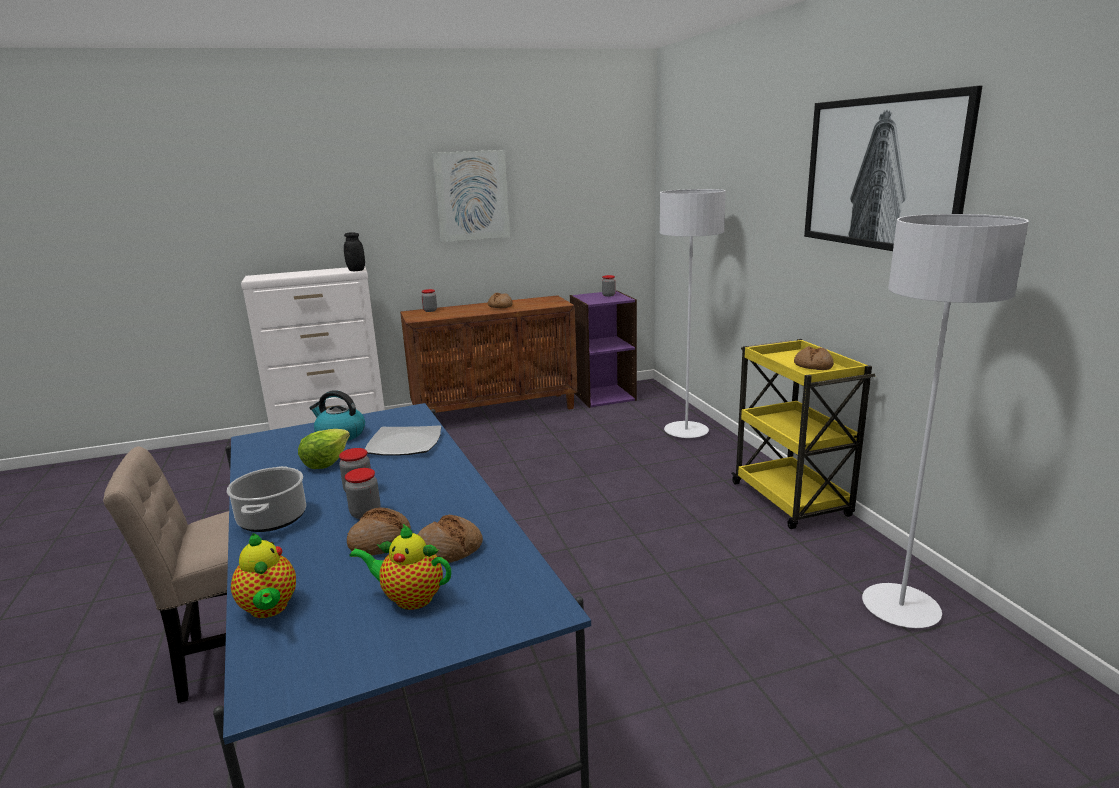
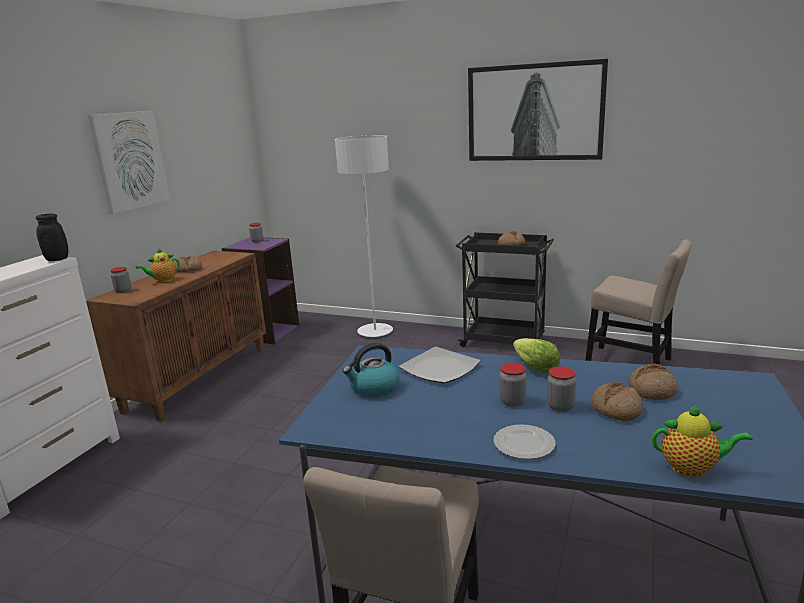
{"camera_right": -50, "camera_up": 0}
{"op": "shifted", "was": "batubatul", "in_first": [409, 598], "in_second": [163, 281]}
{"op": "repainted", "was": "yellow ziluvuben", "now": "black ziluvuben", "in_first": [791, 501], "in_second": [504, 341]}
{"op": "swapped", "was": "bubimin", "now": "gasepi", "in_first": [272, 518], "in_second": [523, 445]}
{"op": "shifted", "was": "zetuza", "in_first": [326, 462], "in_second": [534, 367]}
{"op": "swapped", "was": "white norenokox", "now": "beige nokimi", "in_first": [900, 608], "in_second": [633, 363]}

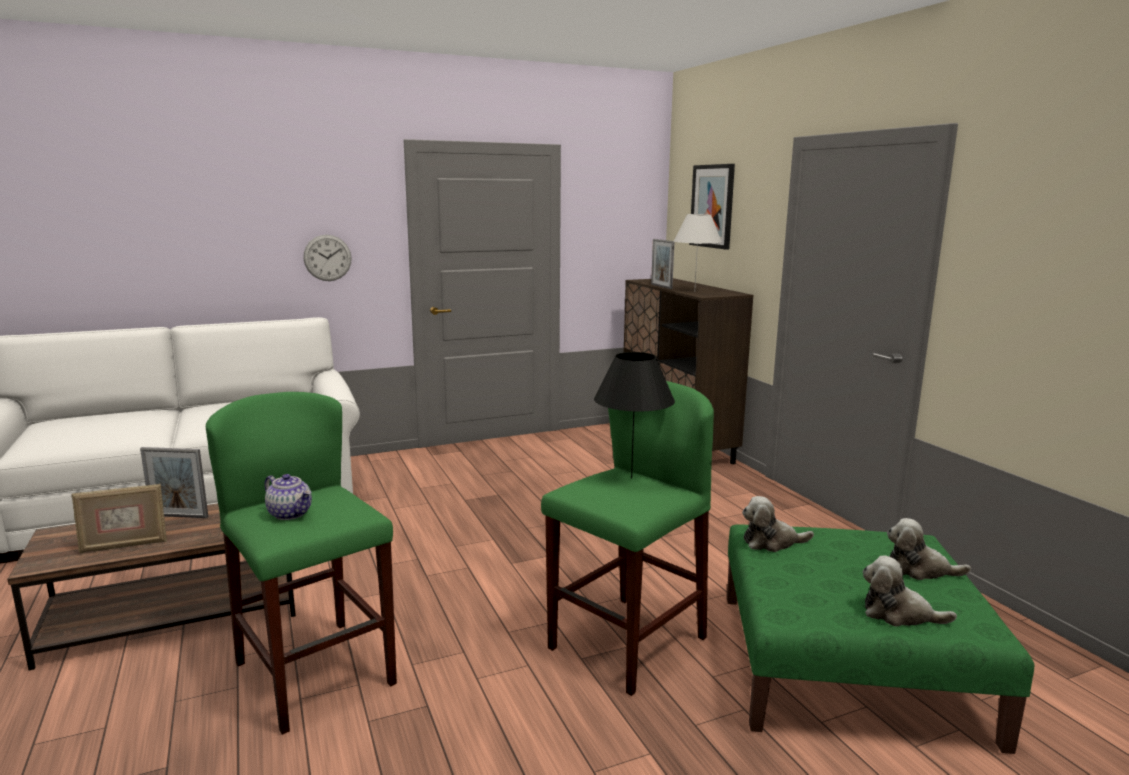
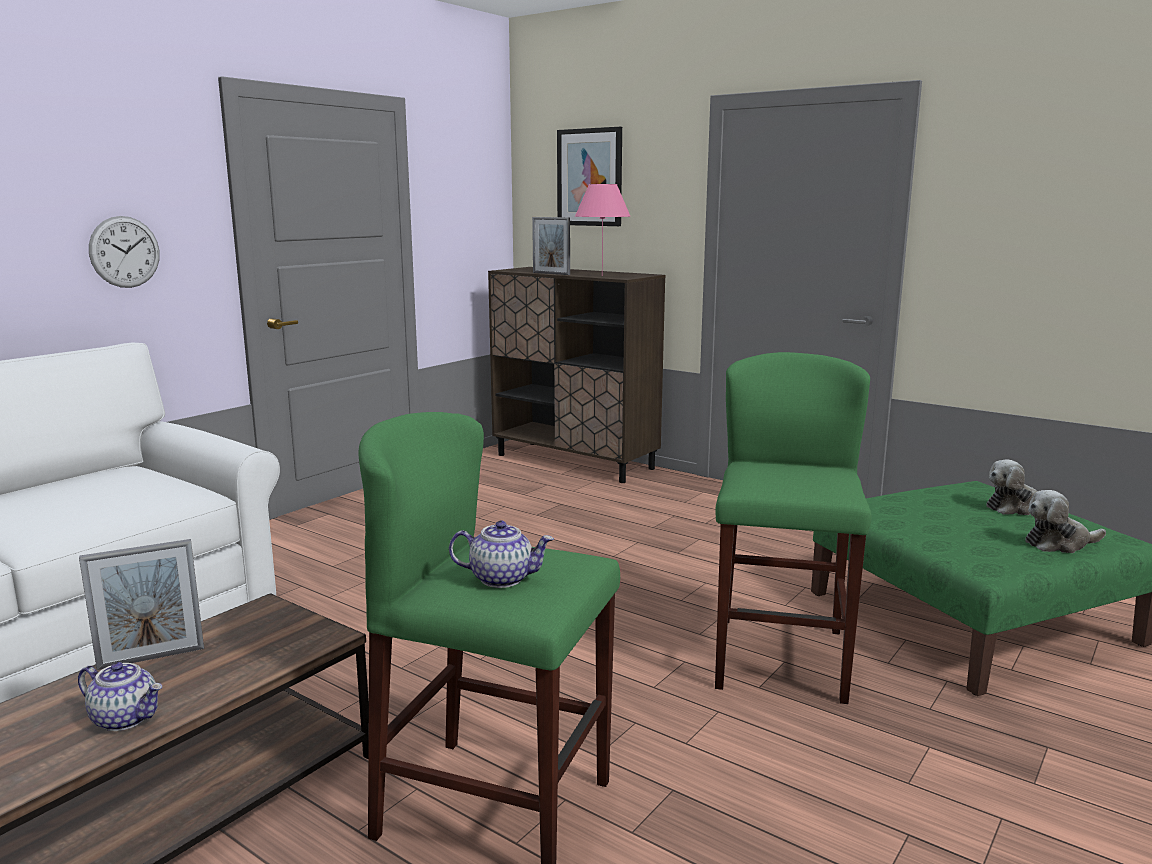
{"camera_right": -30, "camera_up": 0}
{"op": "swapped", "was": "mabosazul", "now": "batubatul", "in_first": [124, 545], "in_second": [126, 718]}
{"op": "repainted", "was": "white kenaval", "now": "pink kenaval", "in_first": [694, 292], "in_second": [602, 275]}
{"op": "gone", "was": "black kenaval", "in_first": [631, 478]}
{"op": "gone", "was": "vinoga", "in_first": [771, 542]}

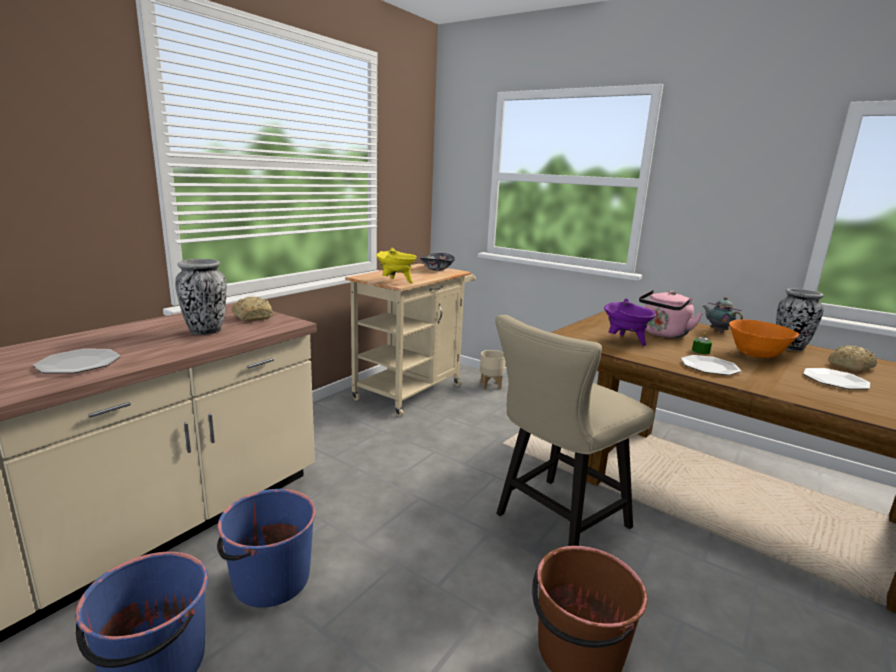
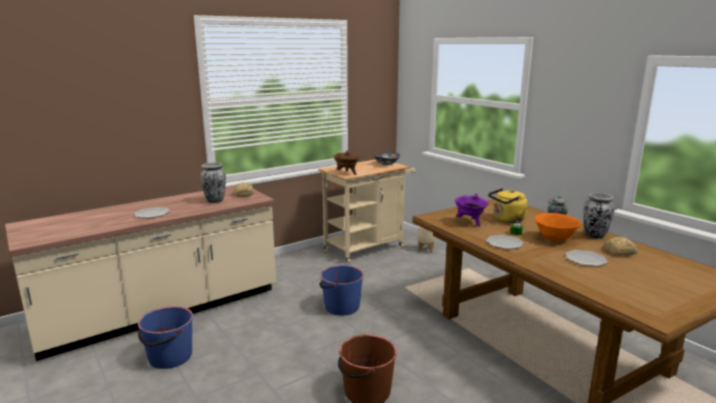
{"camera_right": 20, "camera_up": 0}
{"op": "shifted", "was": "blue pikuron", "in_first": [270, 580], "in_second": [341, 307]}
{"op": "repainted", "was": "yellow bubimin", "now": "brown bubimin", "in_first": [396, 282], "in_second": [347, 173]}
{"op": "repainted", "was": "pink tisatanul", "now": "yellow tisatanul", "in_first": [663, 334], "in_second": [507, 220]}
{"op": "gone", "was": "beige nokimi", "in_first": [555, 523]}

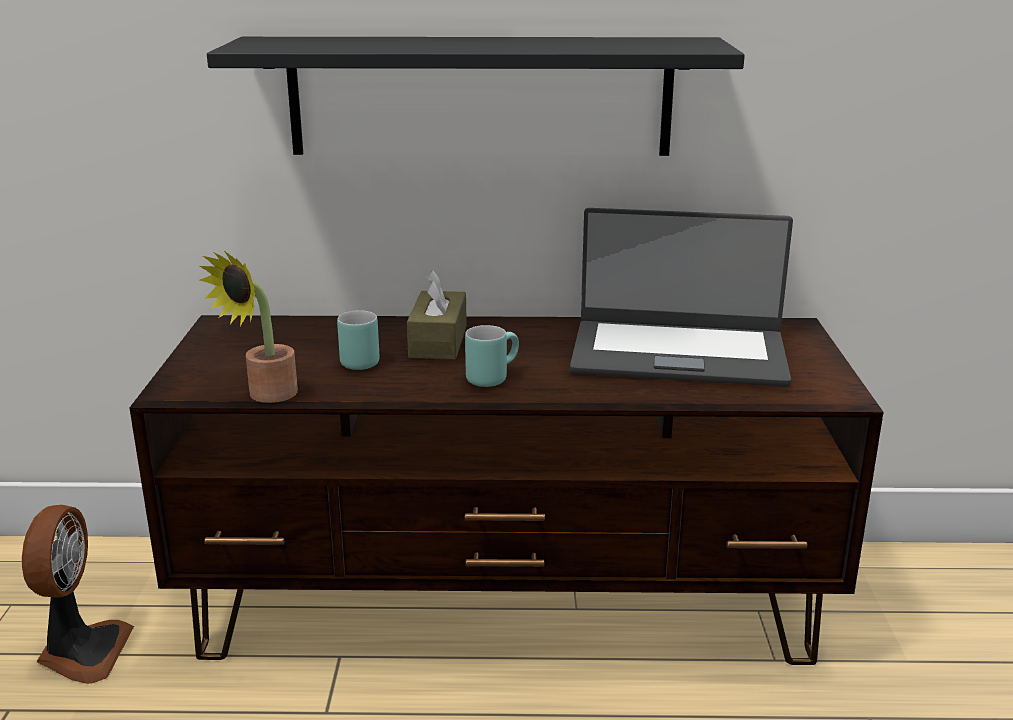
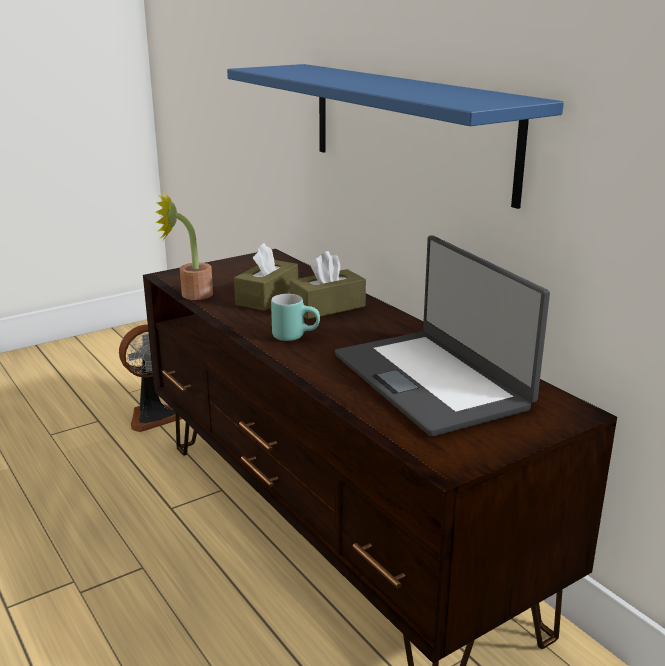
{"camera_right": 55, "camera_up": 0}
{"op": "repainted", "was": "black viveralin", "now": "blue viveralin", "in_first": [480, 96], "in_second": [408, 128]}
{"op": "swapped", "was": "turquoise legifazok", "now": "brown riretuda", "in_first": [356, 360], "in_second": [267, 297]}

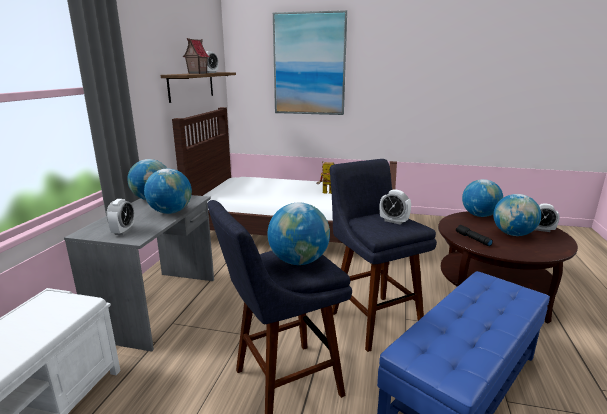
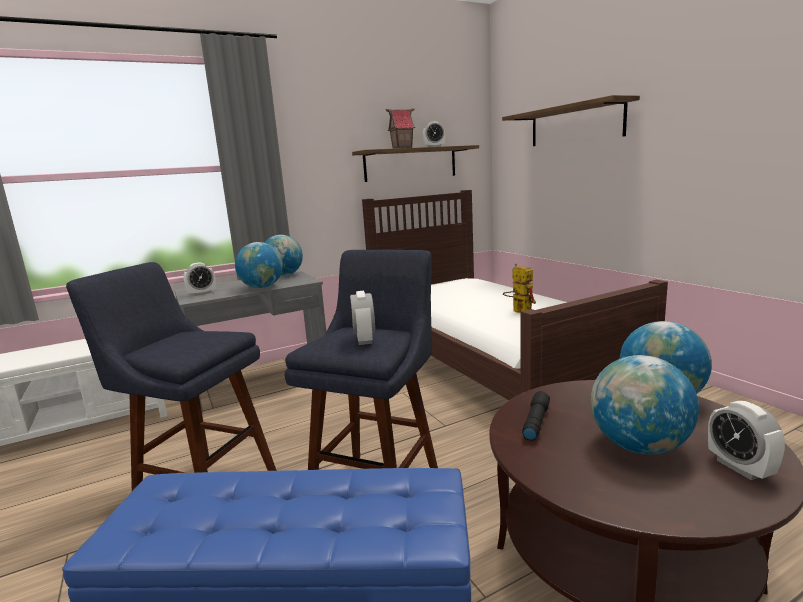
{"camera_right": 50, "camera_up": -5}
{"op": "swapped", "was": "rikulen", "now": "viveralin", "in_first": [309, 64], "in_second": [575, 124]}
{"op": "gone", "was": "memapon", "in_first": [299, 261]}

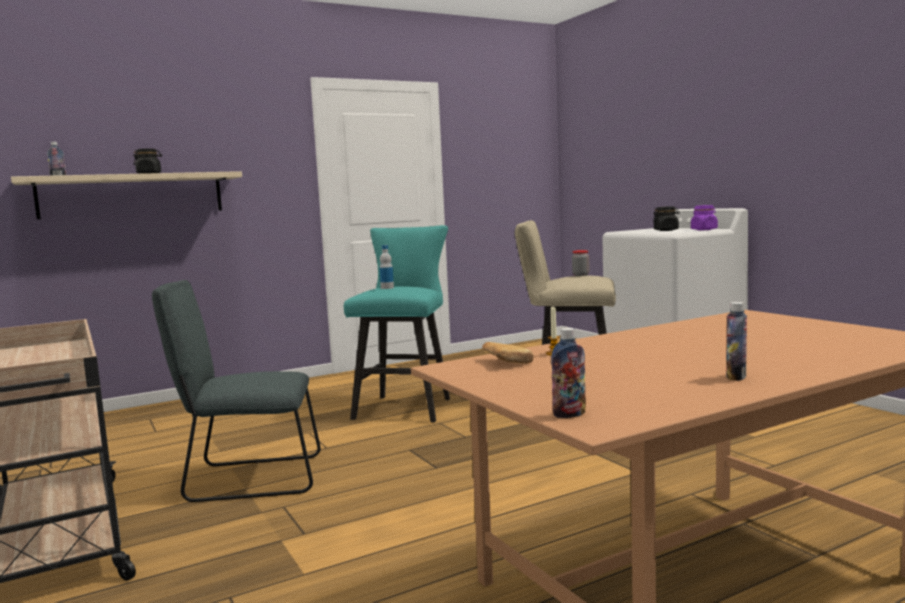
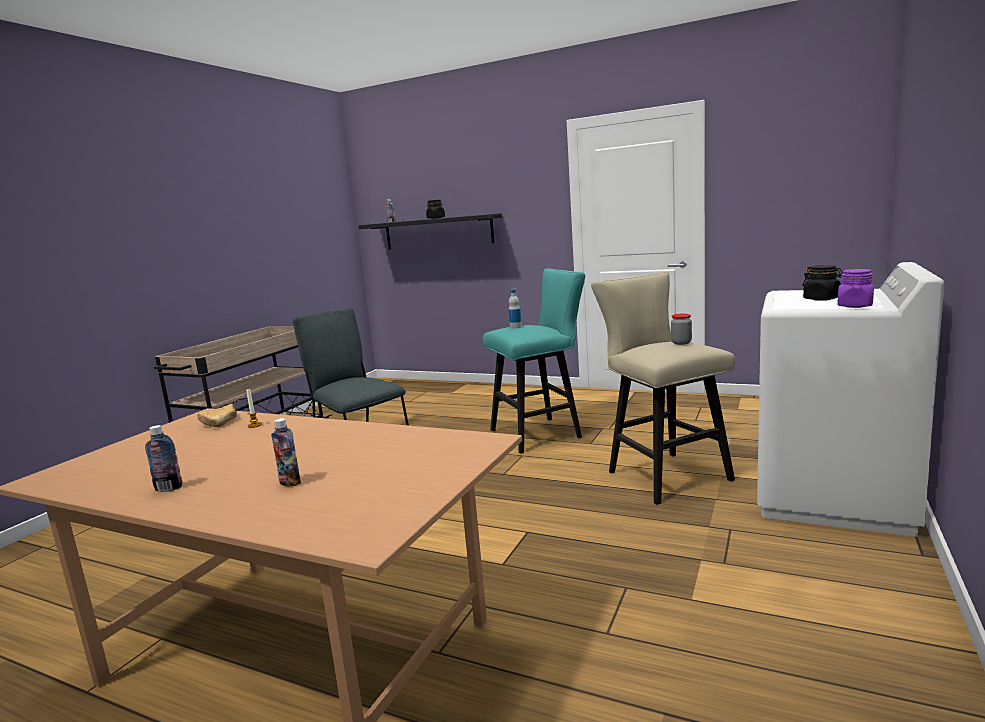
{"camera_right": 55, "camera_up": 5}
{"op": "shifted", "was": "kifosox", "in_first": [569, 414], "in_second": [290, 483]}
{"op": "repainted", "was": "beige viveralin", "now": "black viveralin", "in_first": [132, 195], "in_second": [438, 232]}

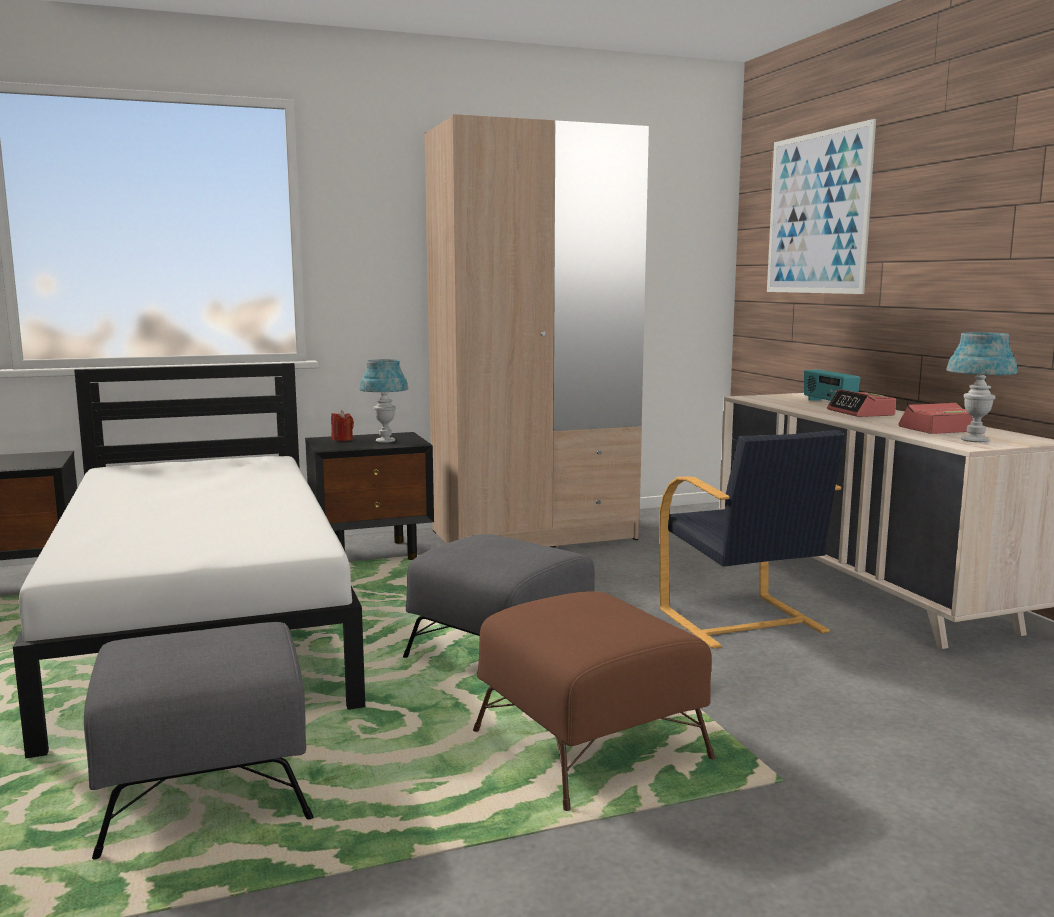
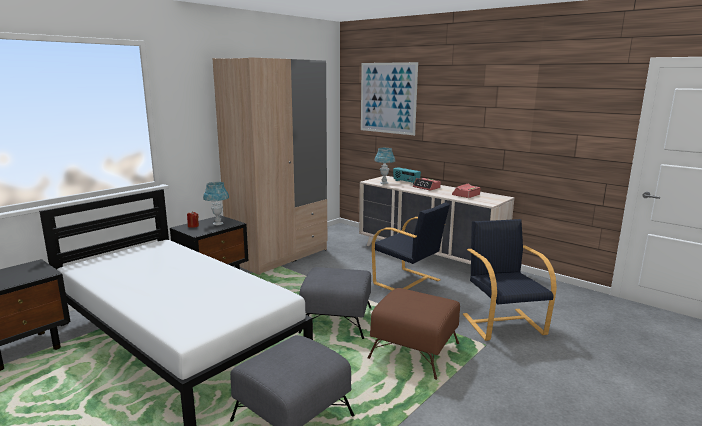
{"camera_right": -30, "camera_up": 5}
{"op": "shifted", "was": "blue kenaval", "in_first": [975, 440], "in_second": [384, 183]}
{"op": "new", "now": "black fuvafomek", "in_second": [503, 324]}

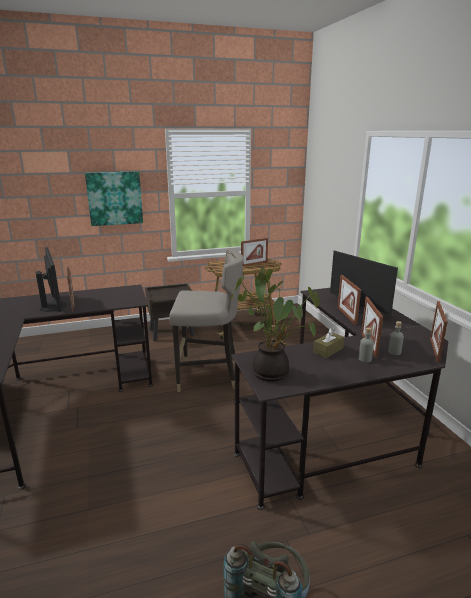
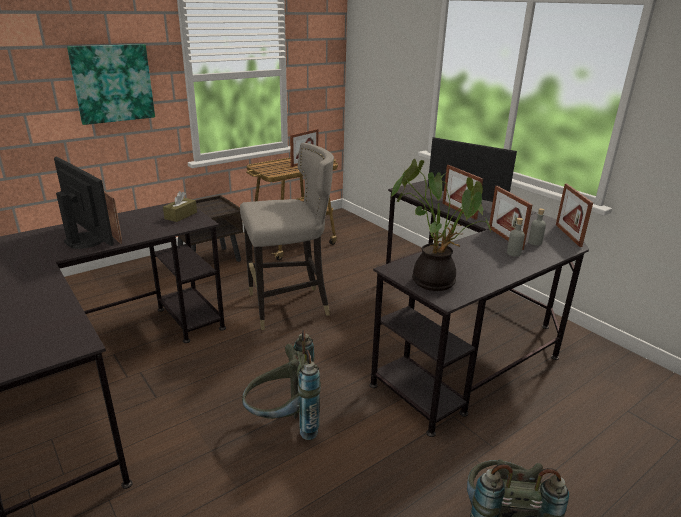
{"camera_right": -20, "camera_up": 5}
{"op": "shifted", "was": "brown riretuda", "in_first": [328, 350], "in_second": [181, 215]}
{"op": "new", "now": "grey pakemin", "in_second": [284, 423]}

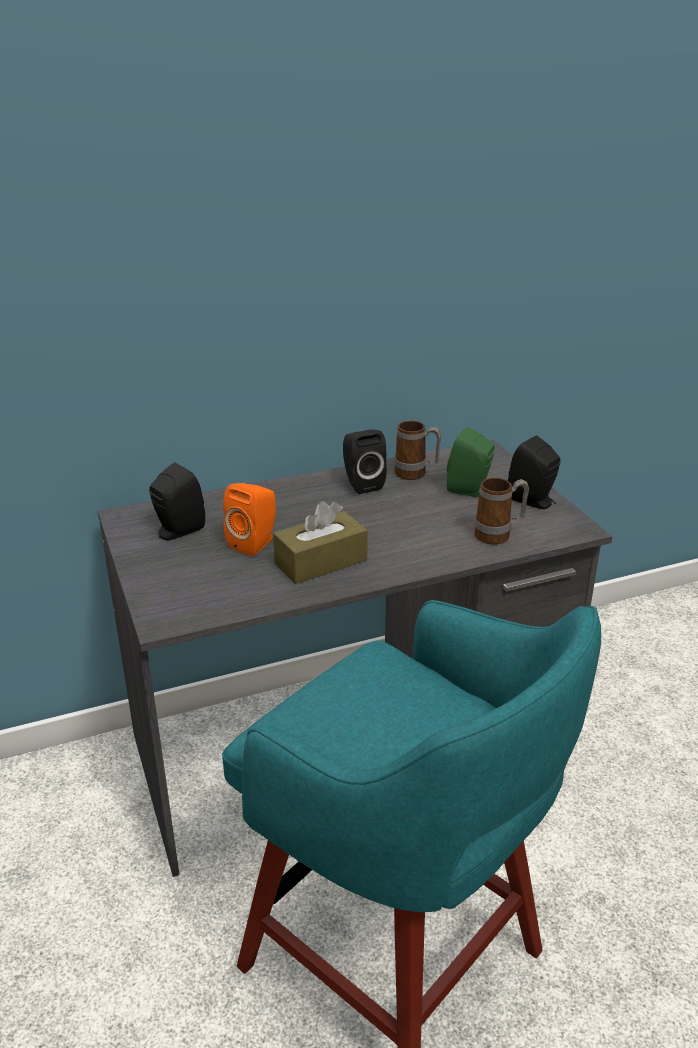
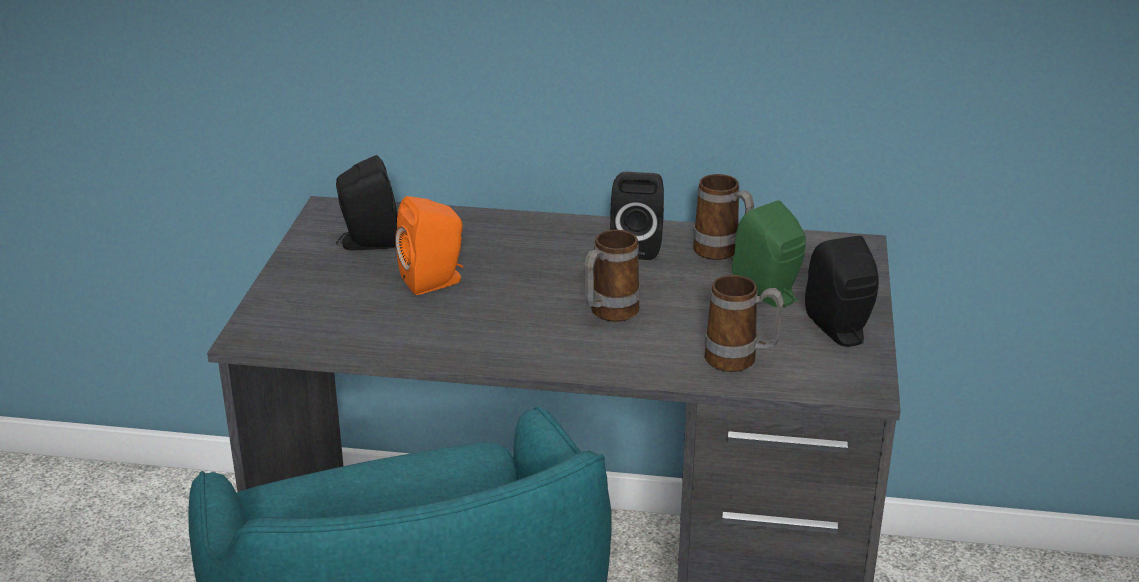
{"camera_right": 30, "camera_up": 0}
{"op": "new", "now": "legifazok", "in_second": [608, 314]}
{"op": "gone", "was": "brown riretuda", "in_first": [321, 562]}

